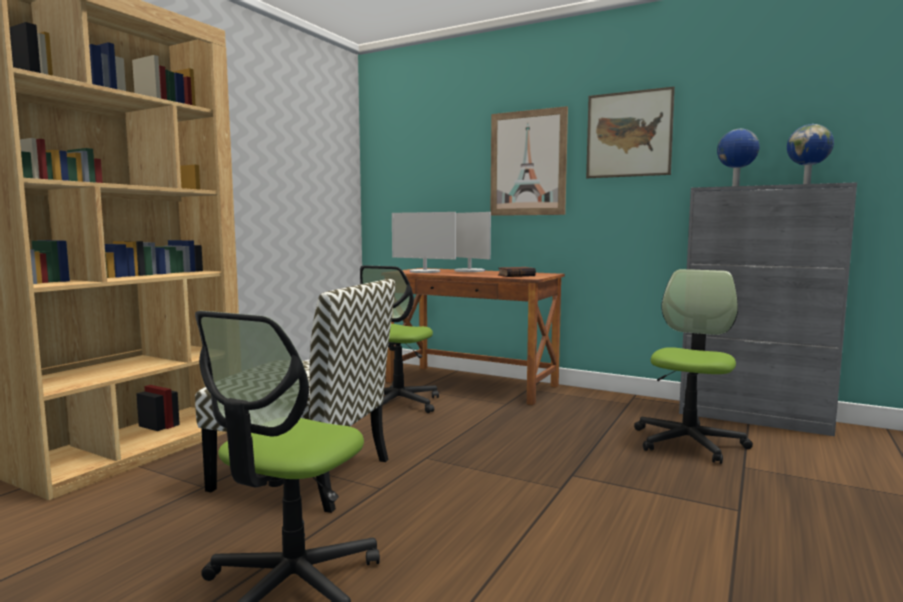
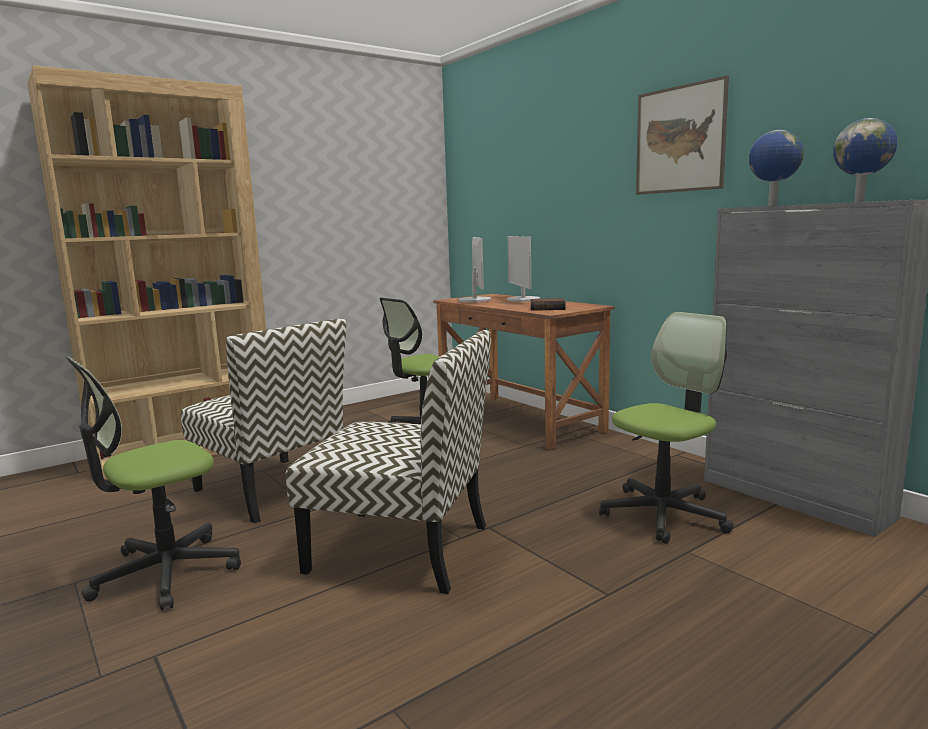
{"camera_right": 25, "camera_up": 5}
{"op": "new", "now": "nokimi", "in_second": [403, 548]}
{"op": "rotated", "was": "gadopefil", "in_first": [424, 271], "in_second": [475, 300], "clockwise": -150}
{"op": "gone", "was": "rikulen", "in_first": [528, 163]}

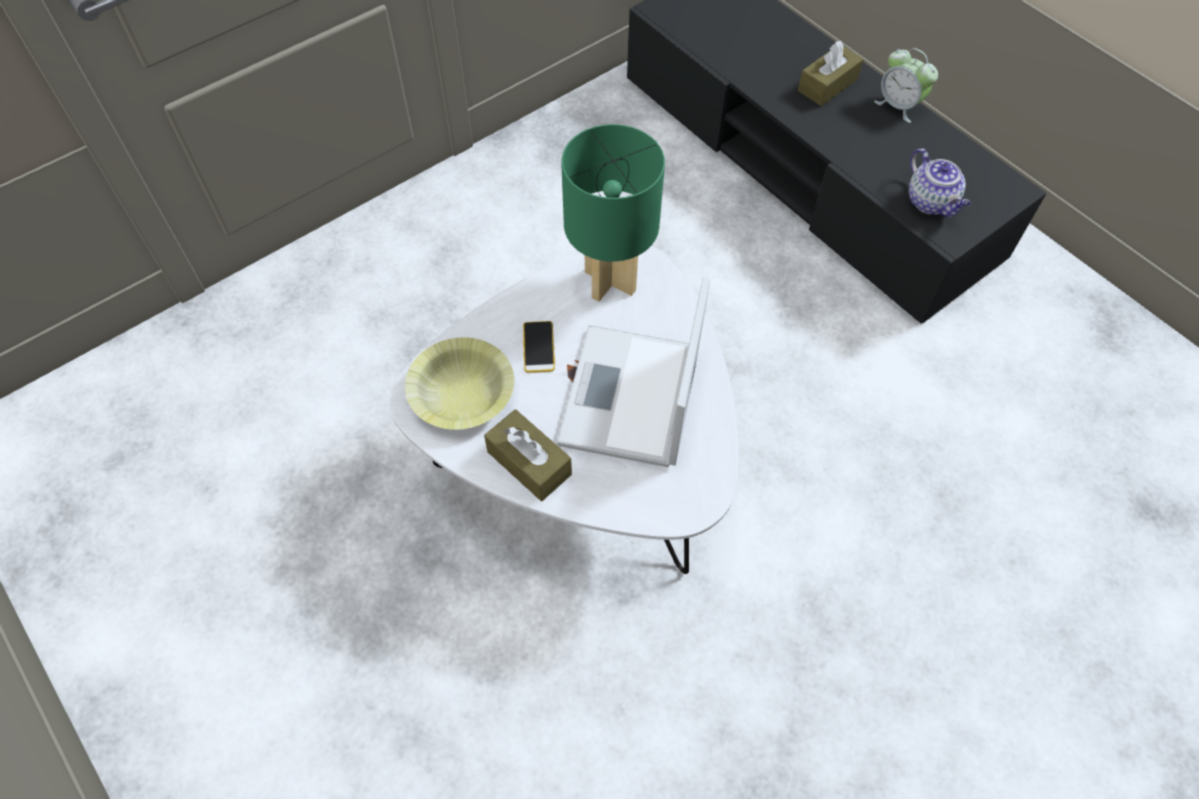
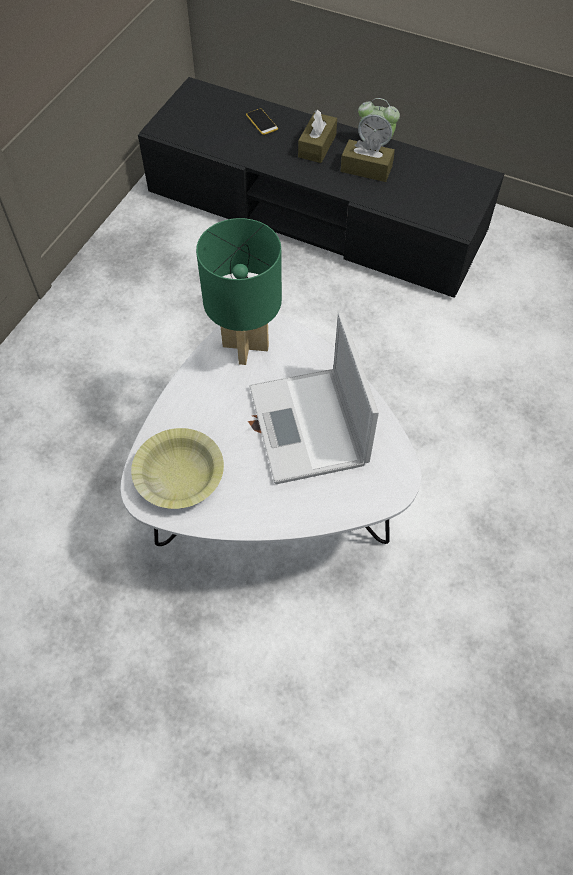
{"camera_right": -25, "camera_up": 0}
{"op": "shifted", "was": "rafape", "in_first": [538, 347], "in_second": [262, 122]}
{"op": "shifted", "was": "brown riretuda", "in_first": [529, 463], "in_second": [366, 169]}
{"op": "gone", "was": "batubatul", "in_first": [931, 203]}

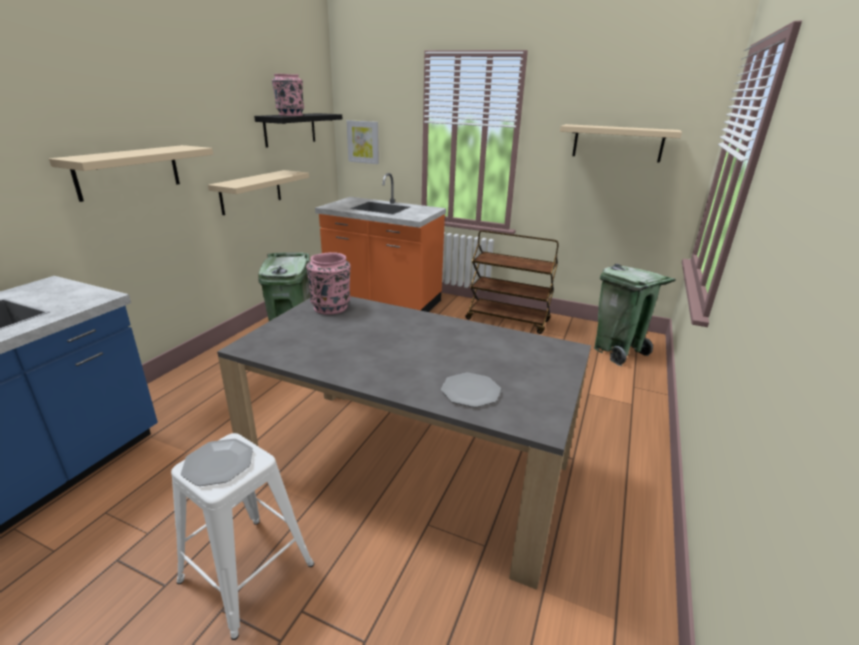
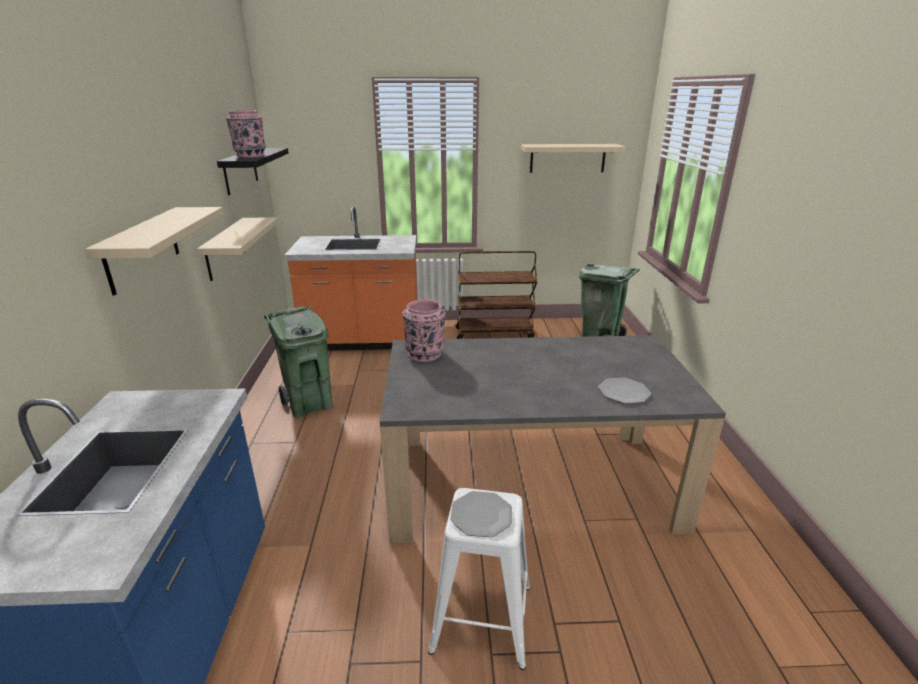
{"camera_right": -25, "camera_up": 0}
{"op": "gone", "was": "rikulen", "in_first": [363, 142]}

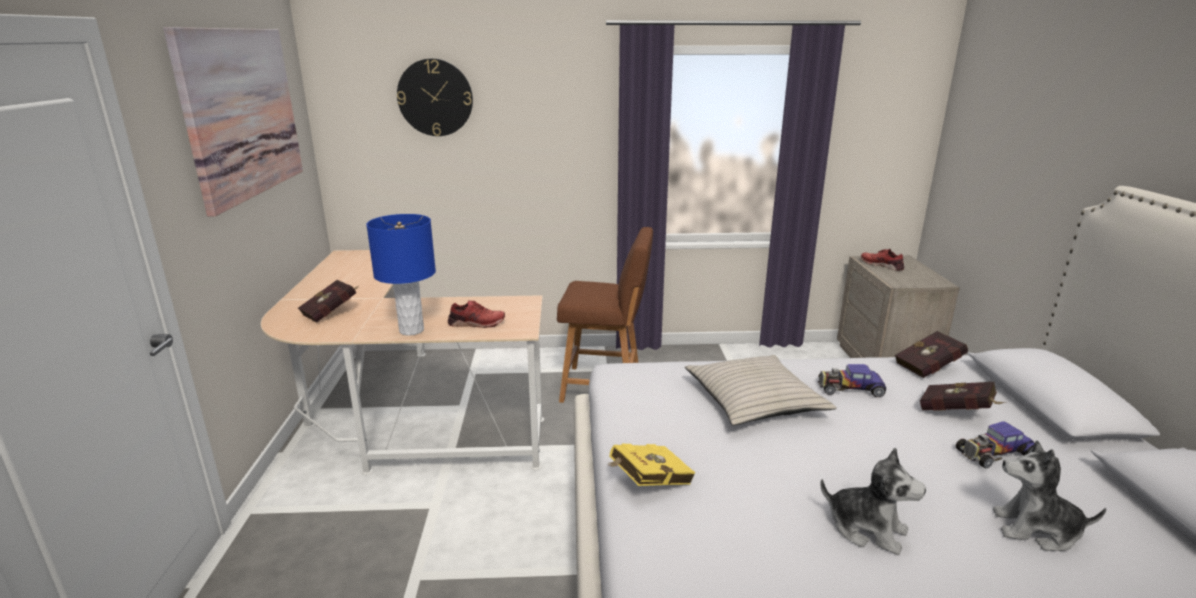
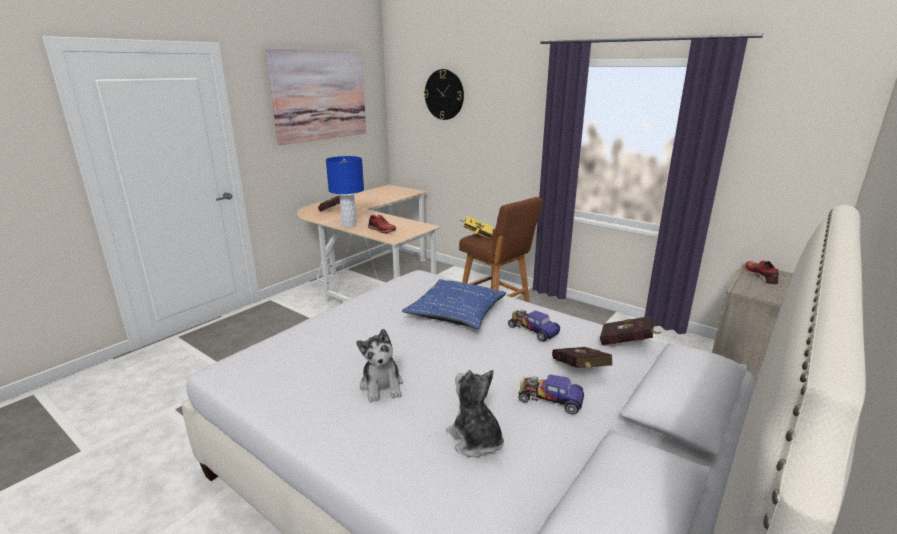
{"camera_right": 40, "camera_up": 0}
{"op": "repainted", "was": "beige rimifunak", "now": "blue rimifunak", "in_first": [754, 401], "in_second": [456, 312]}
{"op": "shifted", "was": "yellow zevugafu", "in_first": [647, 482], "in_second": [476, 235]}

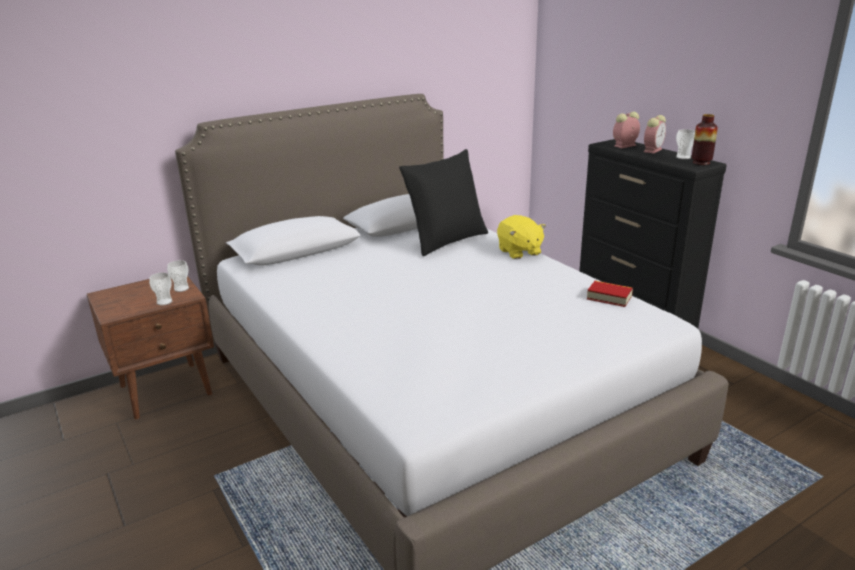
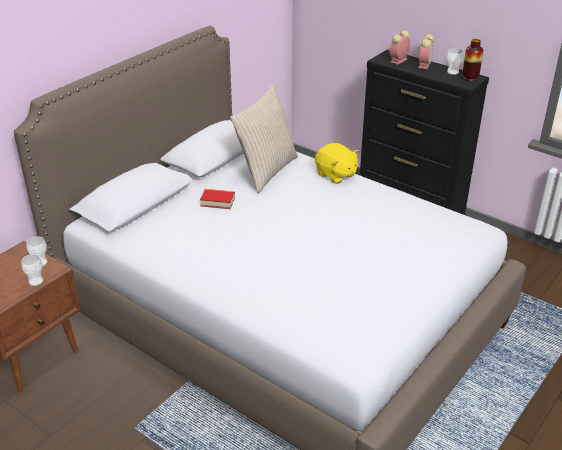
{"camera_right": -20, "camera_up": 10}
{"op": "shifted", "was": "zevugafu", "in_first": [609, 297], "in_second": [217, 202]}
{"op": "repainted", "was": "black rimifunak", "now": "beige rimifunak", "in_first": [446, 240], "in_second": [266, 171]}

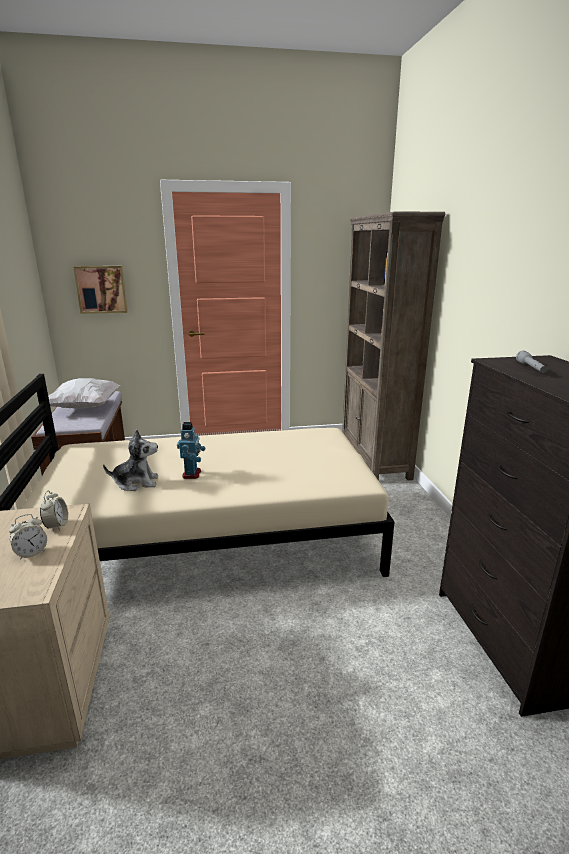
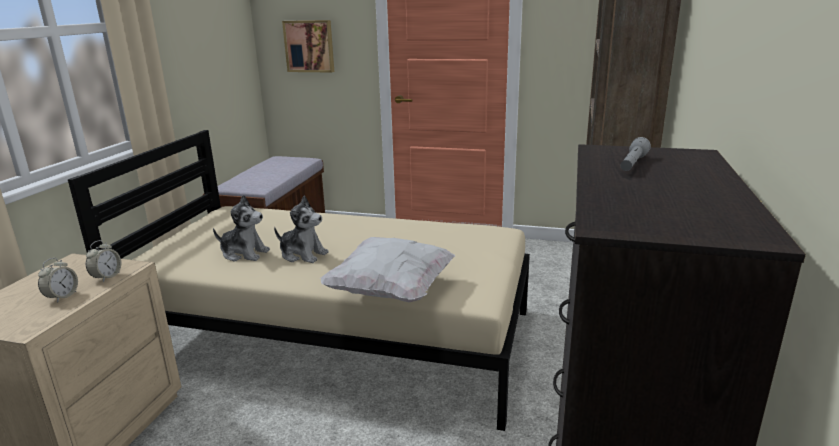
{"camera_right": 25, "camera_up": 0}
{"op": "rotated", "was": "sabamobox", "in_first": [31, 553], "in_second": [62, 296], "clockwise": -60}
{"op": "swapped", "was": "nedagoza", "now": "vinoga", "in_first": [192, 474], "in_second": [303, 254]}
{"op": "shifted", "was": "white rimifunak", "in_first": [85, 407], "in_second": [391, 291]}

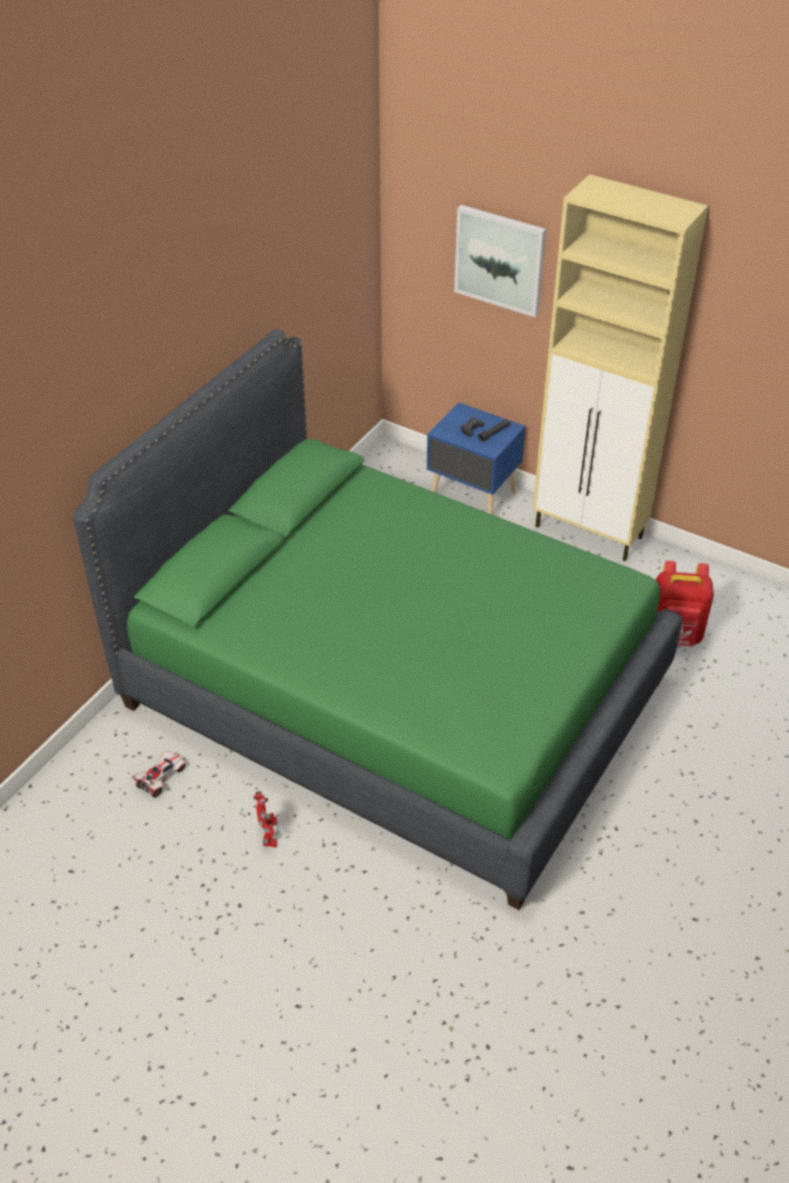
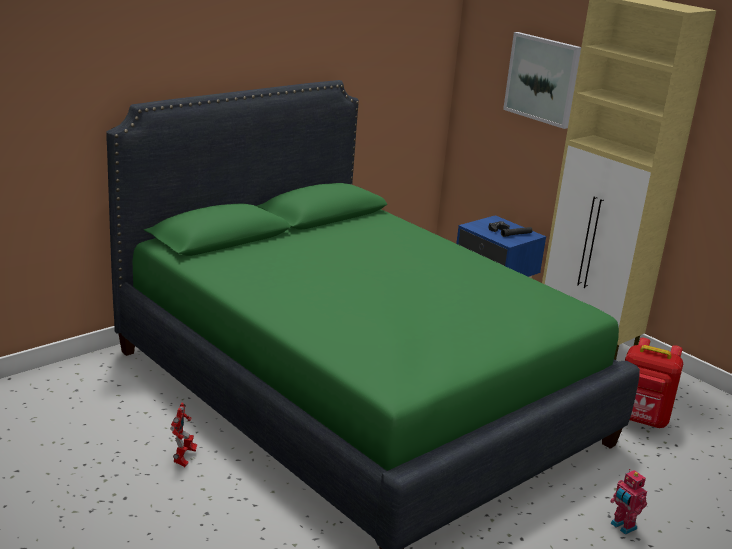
{"camera_right": 15, "camera_up": -20}
{"op": "new", "now": "nedagoza", "in_second": [622, 526]}
{"op": "gone", "was": "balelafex", "in_first": [161, 778]}

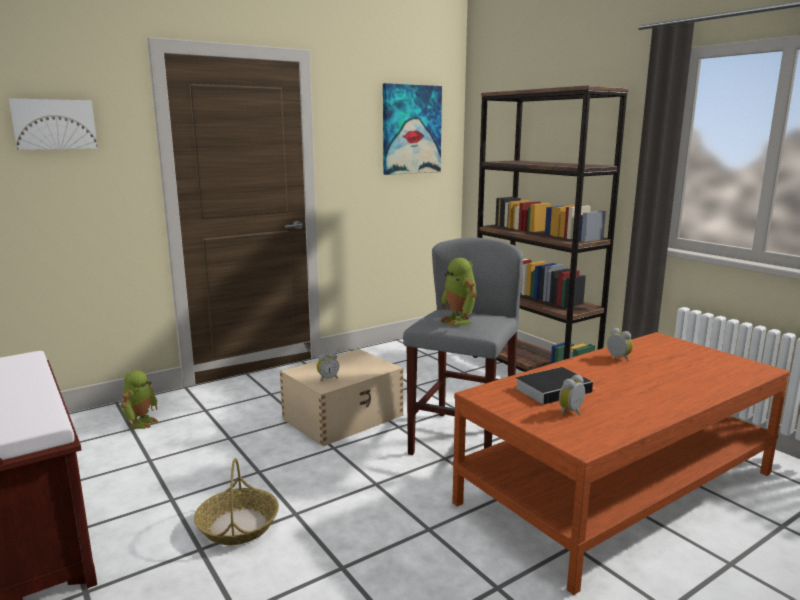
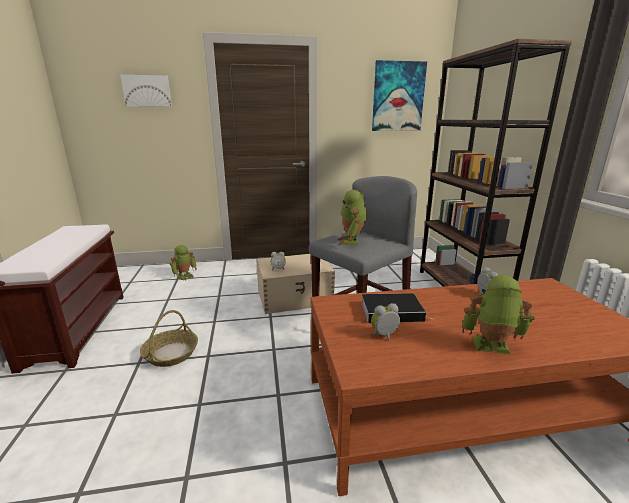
{"camera_right": 25, "camera_up": 5}
{"op": "new", "now": "nedagoza", "in_second": [490, 347]}

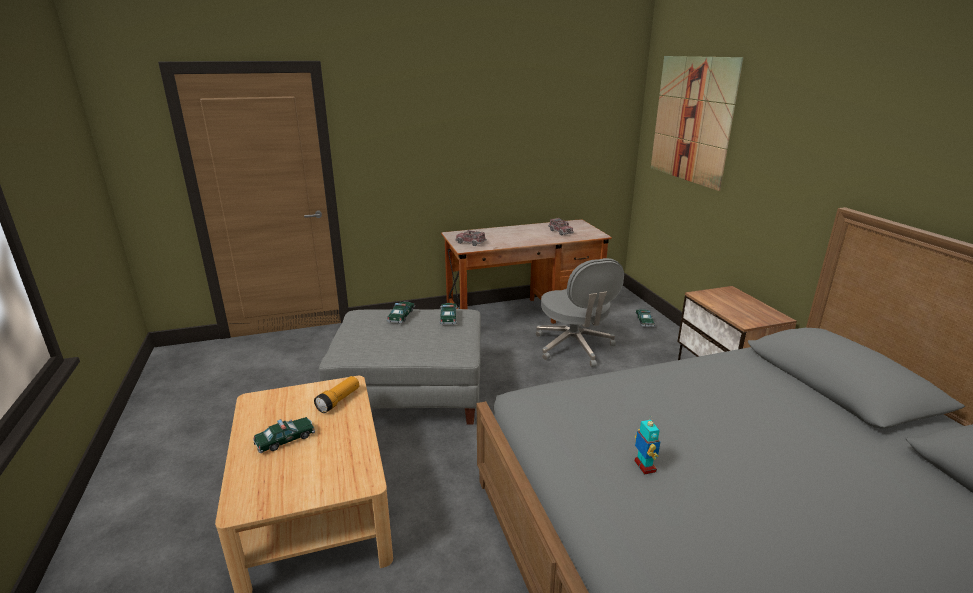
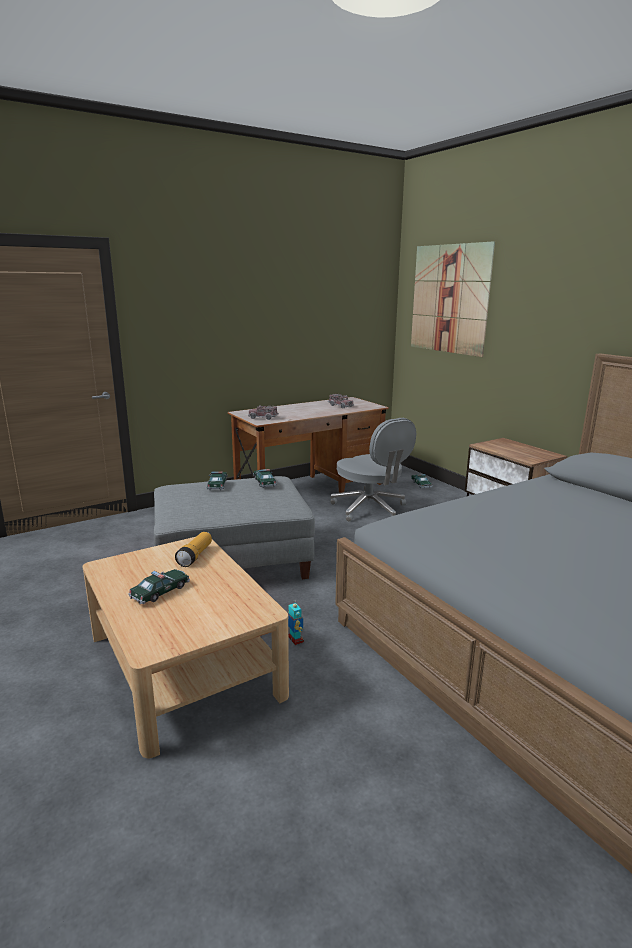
{"camera_right": -15, "camera_up": -5}
{"op": "shifted", "was": "nedagoza", "in_first": [644, 466], "in_second": [295, 640]}

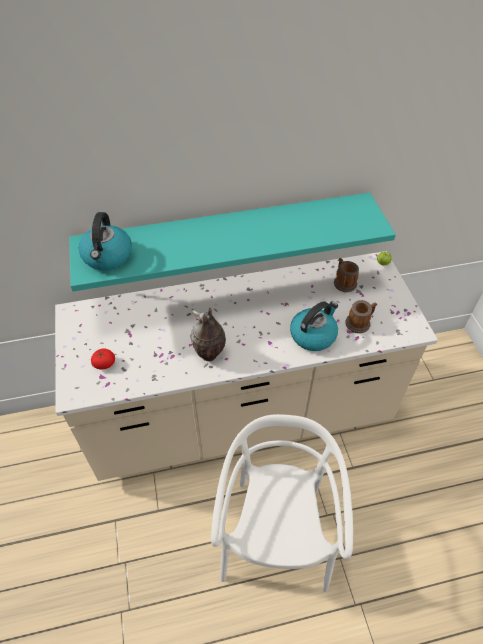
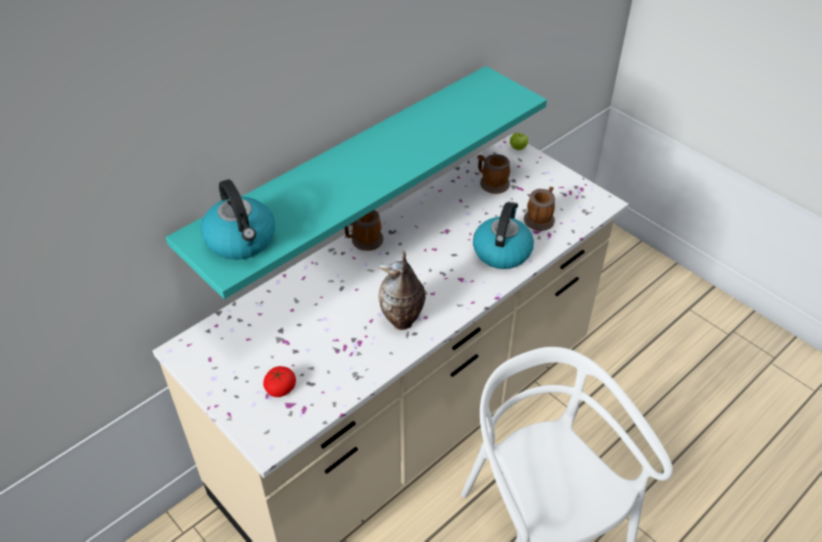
{"camera_right": -30, "camera_up": -5}
{"op": "new", "now": "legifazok", "in_second": [363, 241]}

